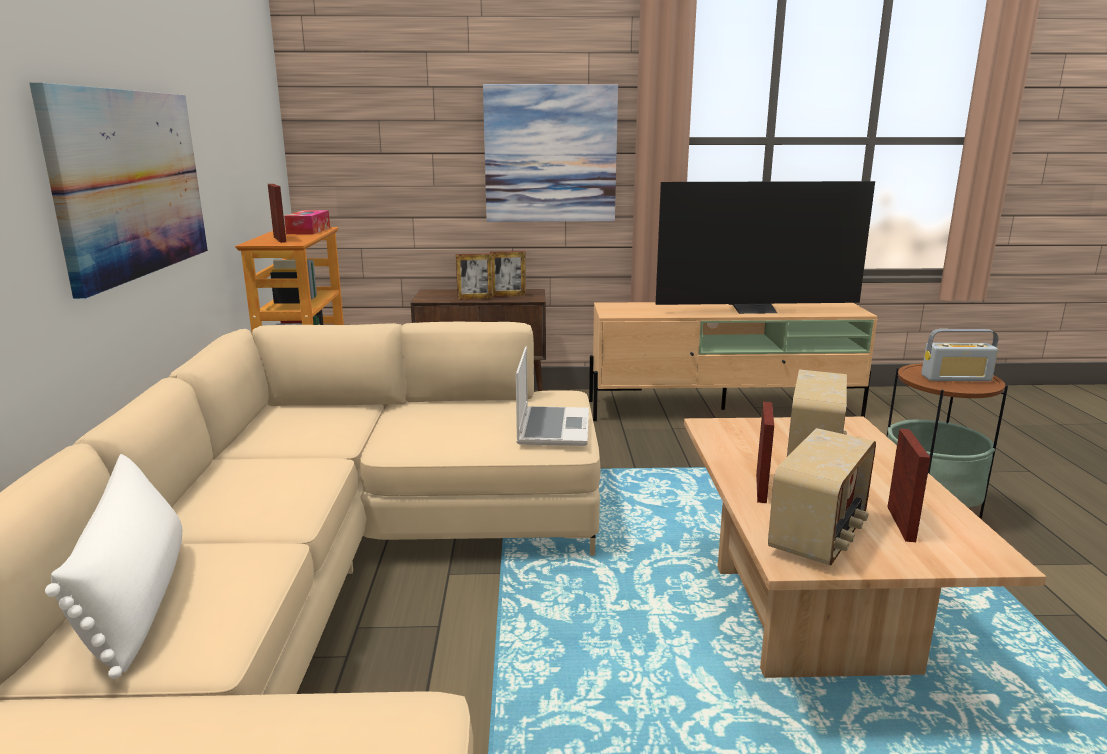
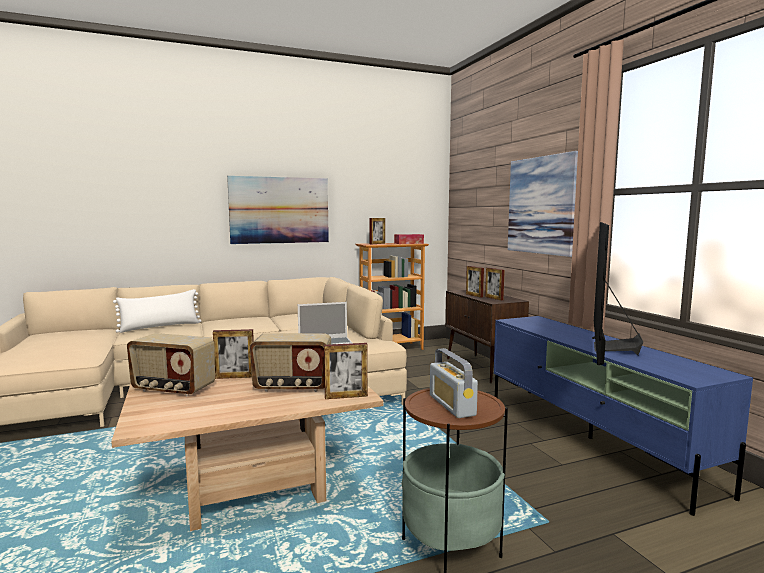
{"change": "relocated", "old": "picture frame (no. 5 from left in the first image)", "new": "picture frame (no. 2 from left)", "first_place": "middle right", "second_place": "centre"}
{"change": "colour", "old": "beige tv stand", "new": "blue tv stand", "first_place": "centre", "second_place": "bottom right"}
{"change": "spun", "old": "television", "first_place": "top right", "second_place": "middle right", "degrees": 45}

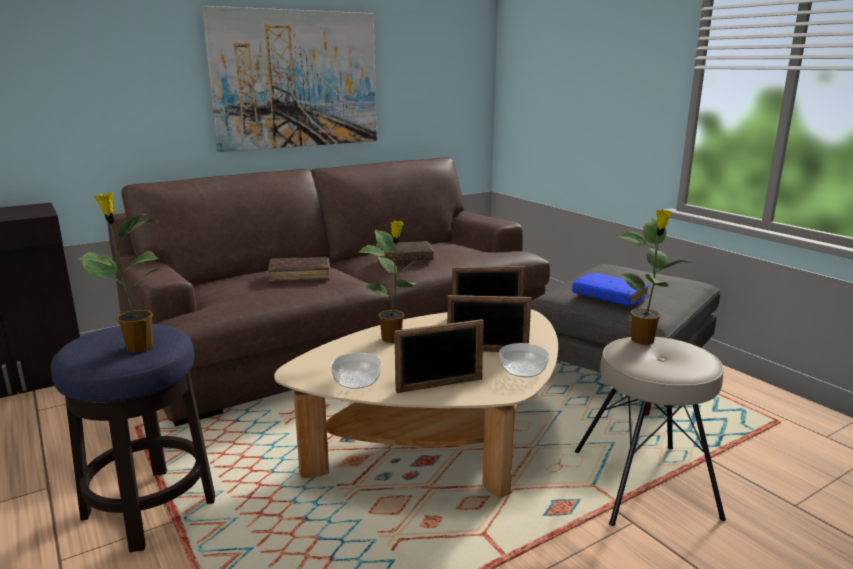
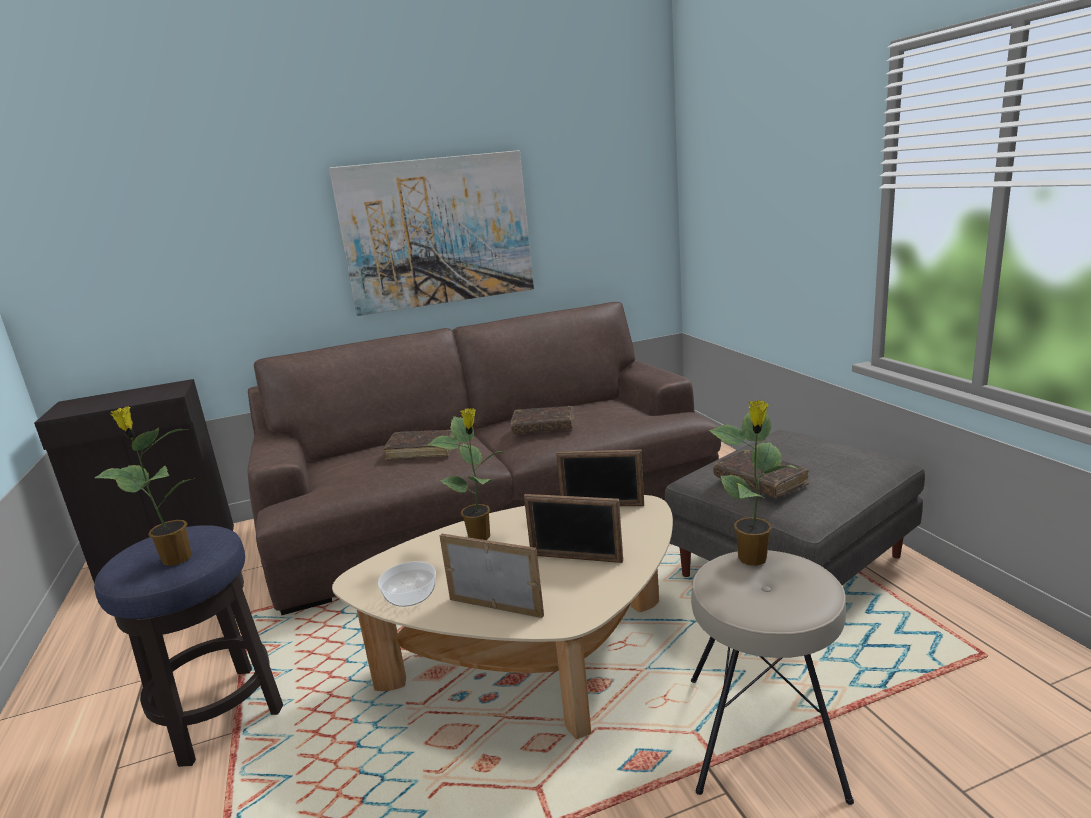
{"change": "missing", "old": "bowl (no. 2 from left)", "first_place": "centre"}
{"change": "colour", "old": "blue book", "new": "brown book (no. 3 from left)", "first_place": "middle right", "second_place": "middle right"}
{"change": "spun", "old": "picture frame (no. 1 from left)", "first_place": "centre", "second_place": "bottom centre", "degrees": -150}

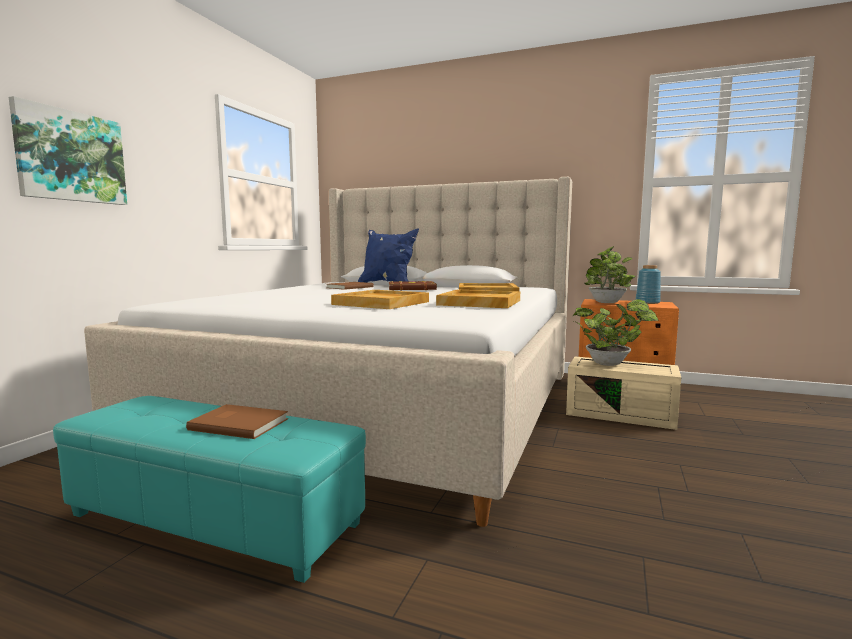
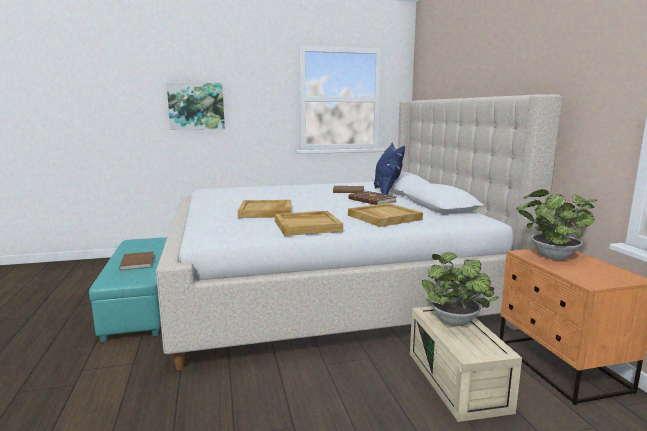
{"change": "missing", "old": "blue vase", "first_place": "middle right"}

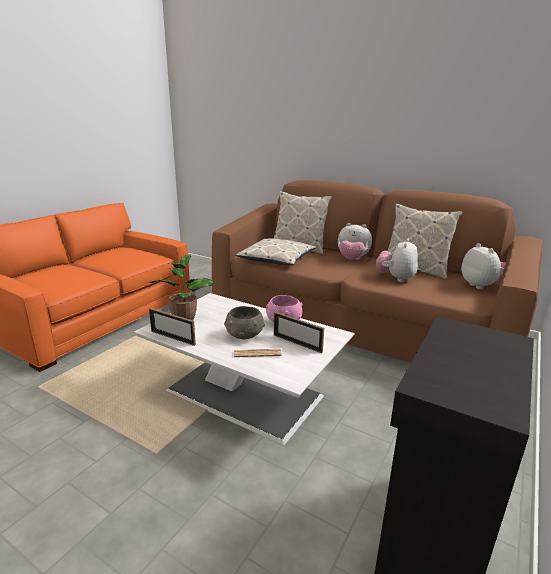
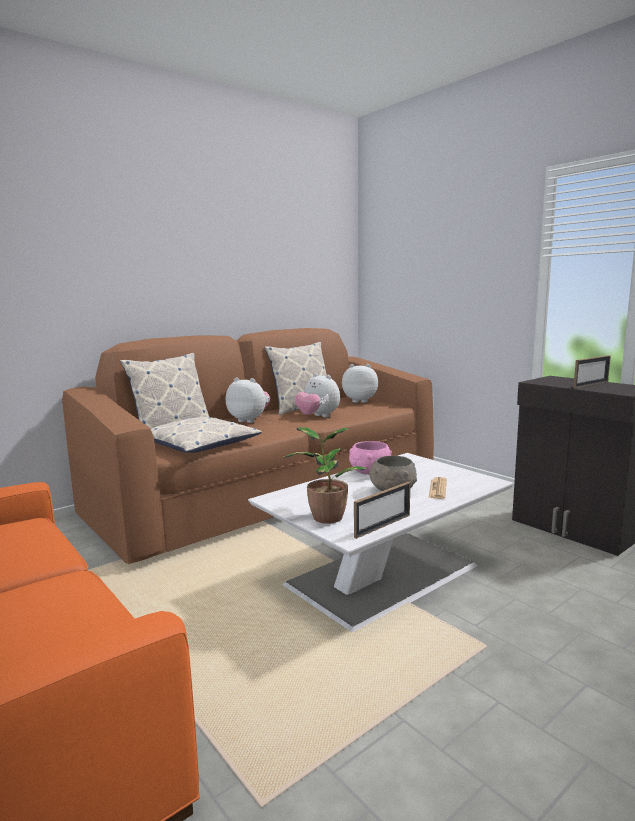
{"change": "relocated", "old": "picture frame (no. 2 from left)", "first_place": "centre", "second_place": "middle right"}
{"change": "spun", "old": "plush toy (no. 1 from left)", "first_place": "centre", "second_place": "centre", "degrees": -105}

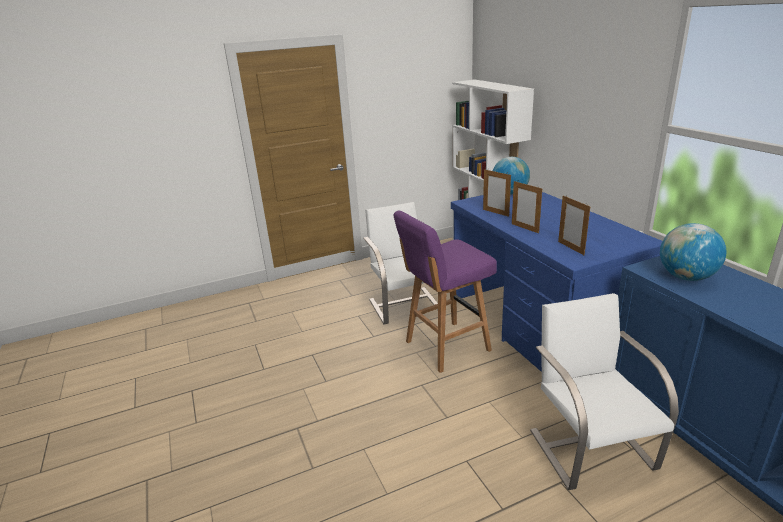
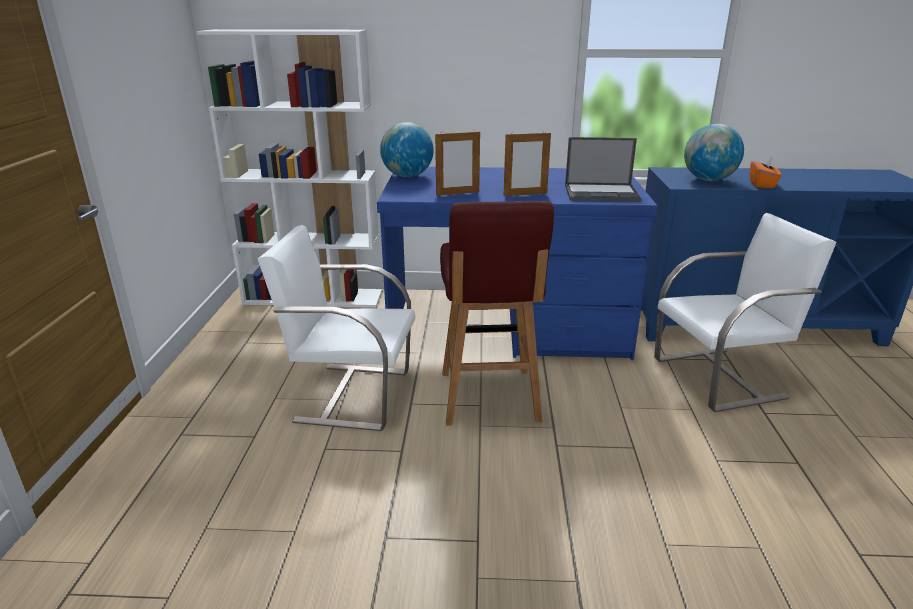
{"change": "appeared", "new": "orange tissue box", "second_place": "top right"}
{"change": "exchanged", "old": "picture frame (no. 3 from left)", "new": "laptop", "first_place": "middle right", "second_place": "top centre"}
{"change": "colour", "old": "purple stool", "new": "red stool", "first_place": "centre", "second_place": "centre"}
{"change": "spun", "old": "white chair (no. 2 from left)", "first_place": "bottom right", "second_place": "middle right", "degrees": 150}

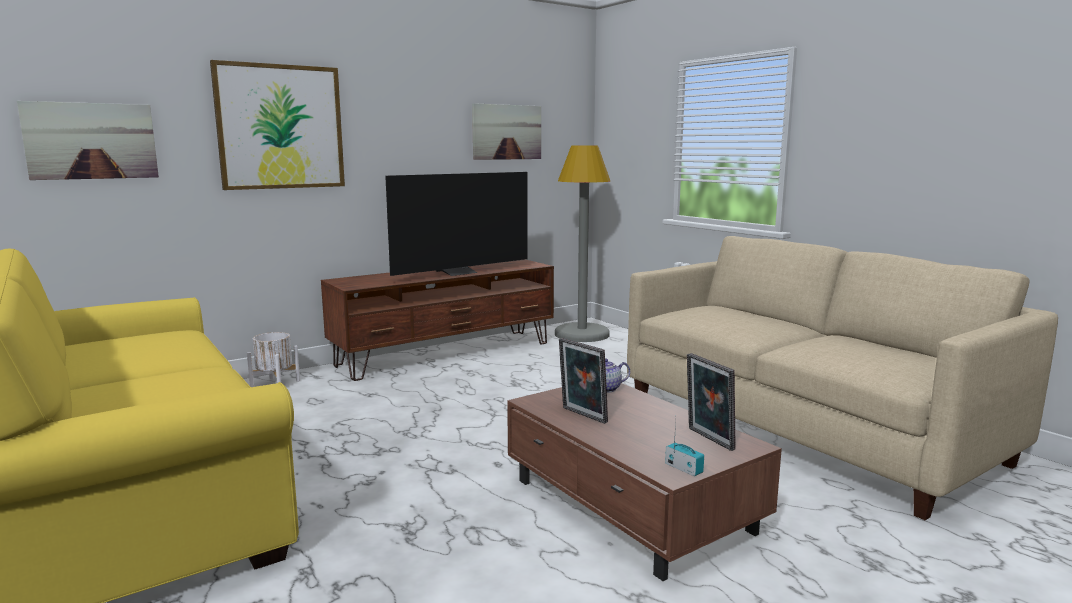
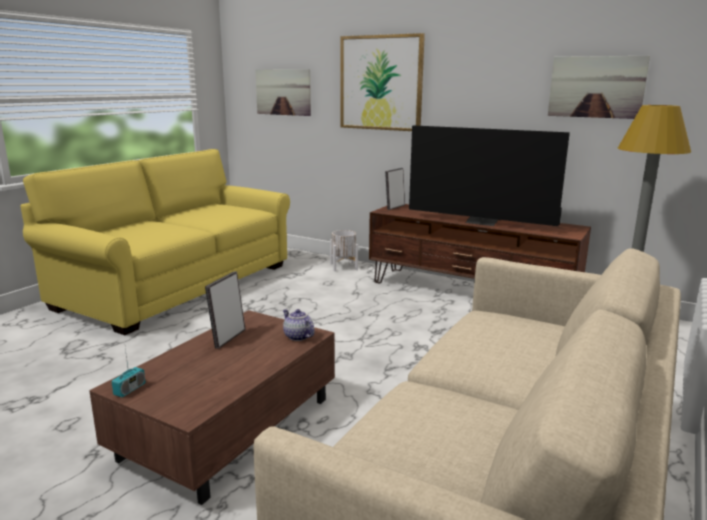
{"change": "relocated", "old": "picture frame (no. 2 from left)", "first_place": "bottom centre", "second_place": "centre"}

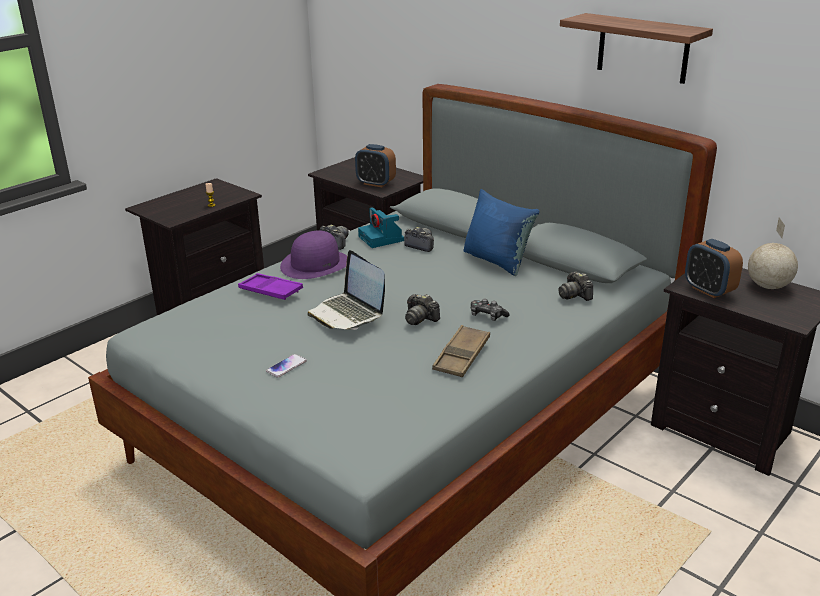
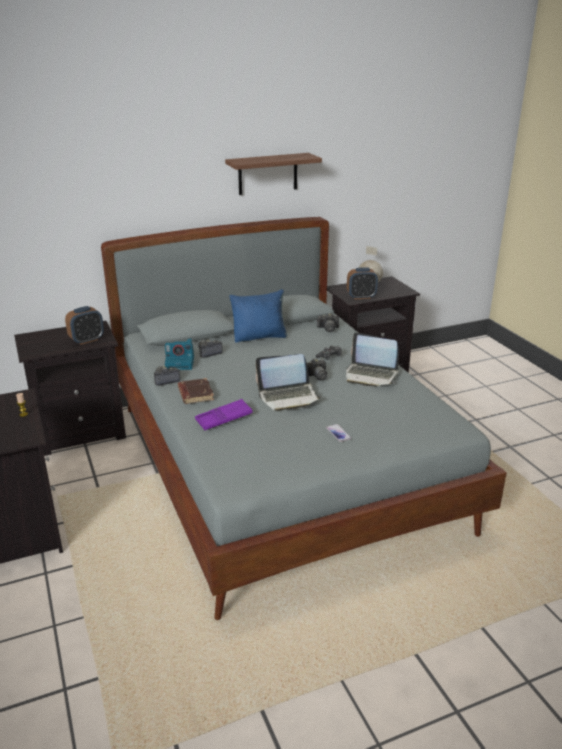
{"change": "exchanged", "old": "purple hat", "new": "brown book", "first_place": "centre", "second_place": "centre"}
{"change": "exchanged", "old": "brown tray", "new": "laptop (no. 2 from left)", "first_place": "centre", "second_place": "centre"}

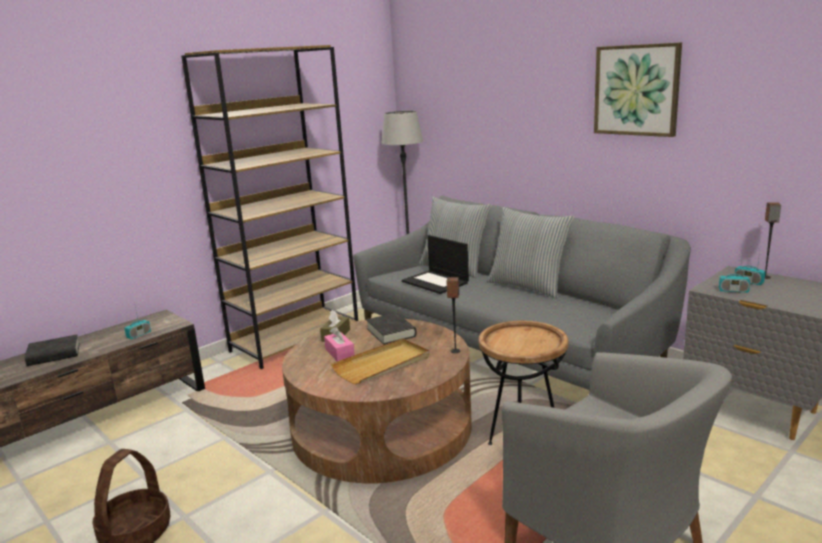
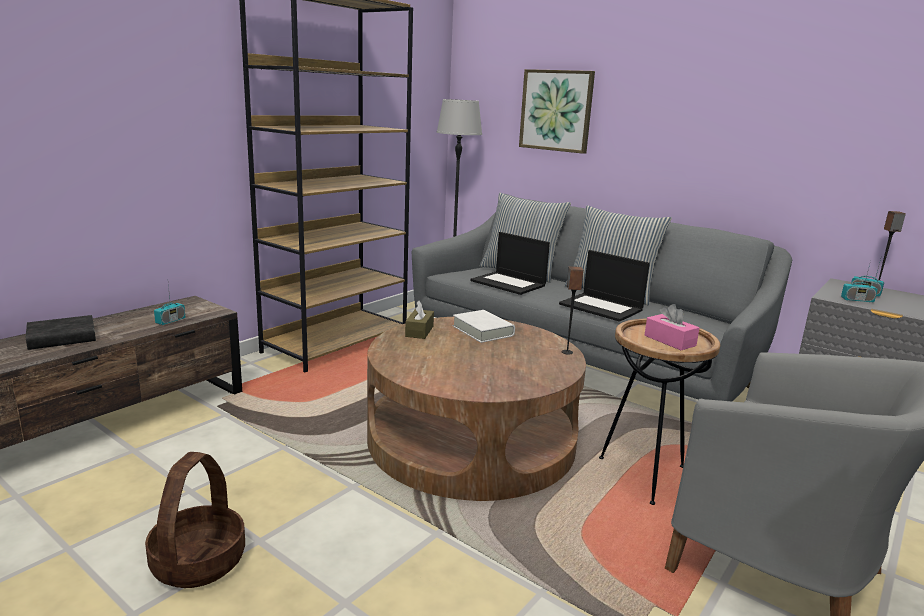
{"change": "missing", "old": "beige tray", "first_place": "centre"}
{"change": "appeared", "new": "laptop (no. 2 from left)", "second_place": "centre"}
{"change": "relocated", "old": "pink tissue box", "first_place": "centre", "second_place": "middle right"}
{"change": "relocated", "old": "picture", "first_place": "top right", "second_place": "top centre"}
{"change": "colour", "old": "black book (no. 2 from left)", "new": "white book", "first_place": "centre", "second_place": "centre"}

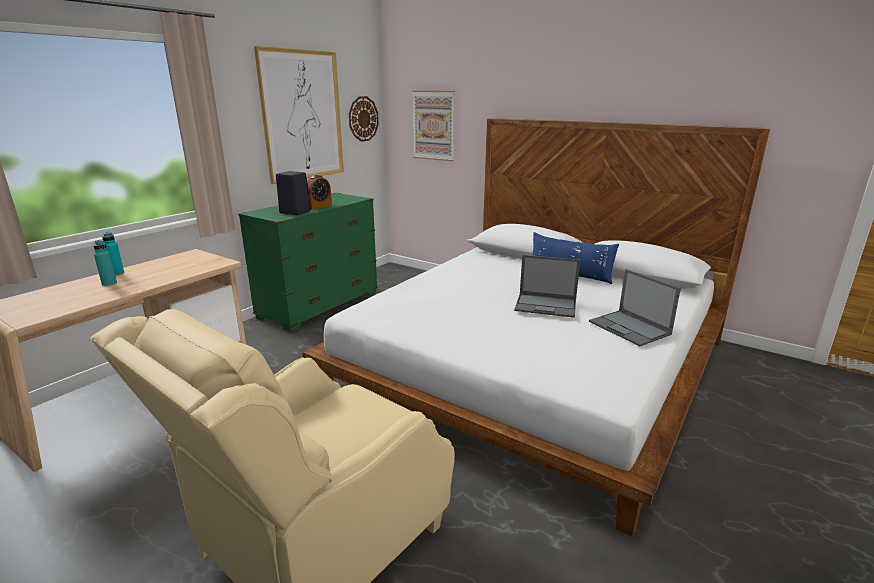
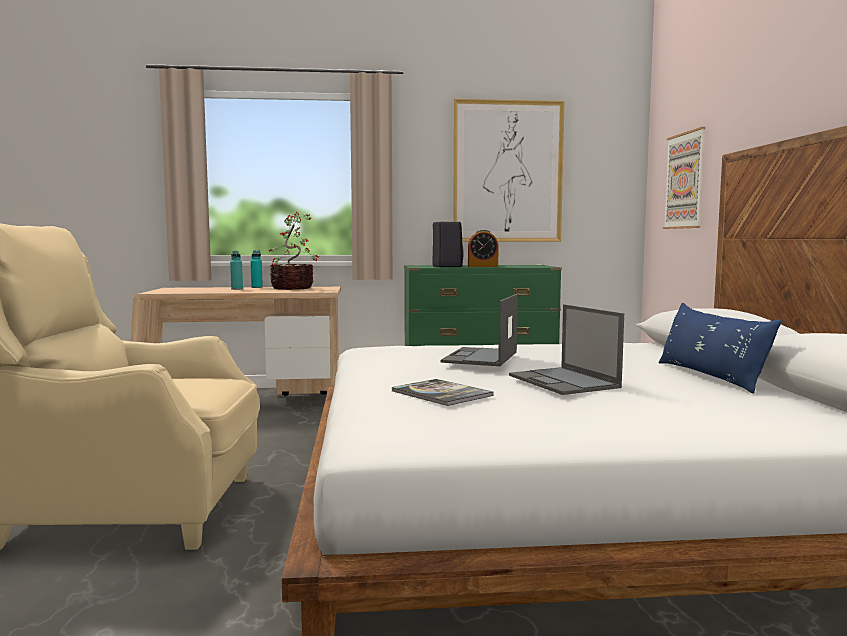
{"change": "missing", "old": "wall clock", "first_place": "top centre"}
{"change": "appeared", "new": "potted plant", "second_place": "centre"}
{"change": "appeared", "new": "book", "second_place": "centre"}
{"change": "relocated", "old": "laptop (no. 2 from left in the first image)", "new": "laptop (no. 1 from left)", "first_place": "middle right", "second_place": "centre"}

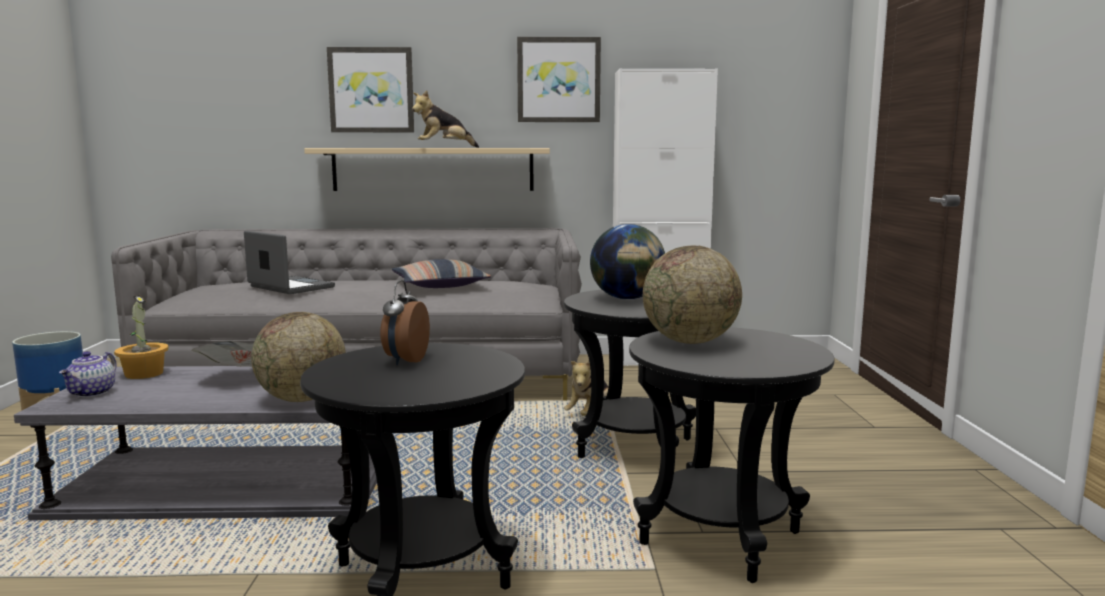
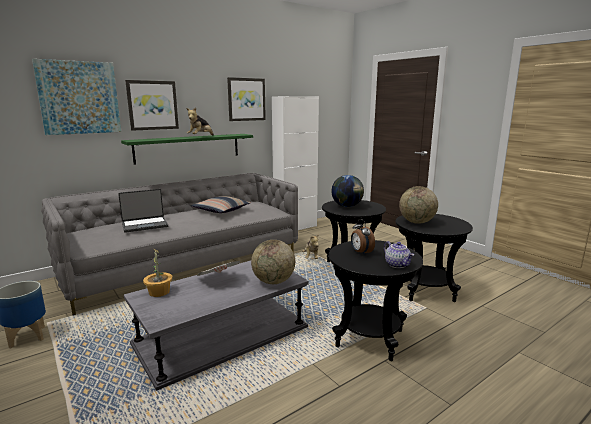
{"change": "appeared", "new": "picture (no. 1 from left)", "second_place": "top left"}
{"change": "relocated", "old": "teapot", "first_place": "middle left", "second_place": "middle right"}
{"change": "colour", "old": "beige shelf", "new": "green shelf", "first_place": "top centre", "second_place": "middle left"}
{"change": "spun", "old": "laptop", "first_place": "middle left", "second_place": "middle left", "degrees": 150}

